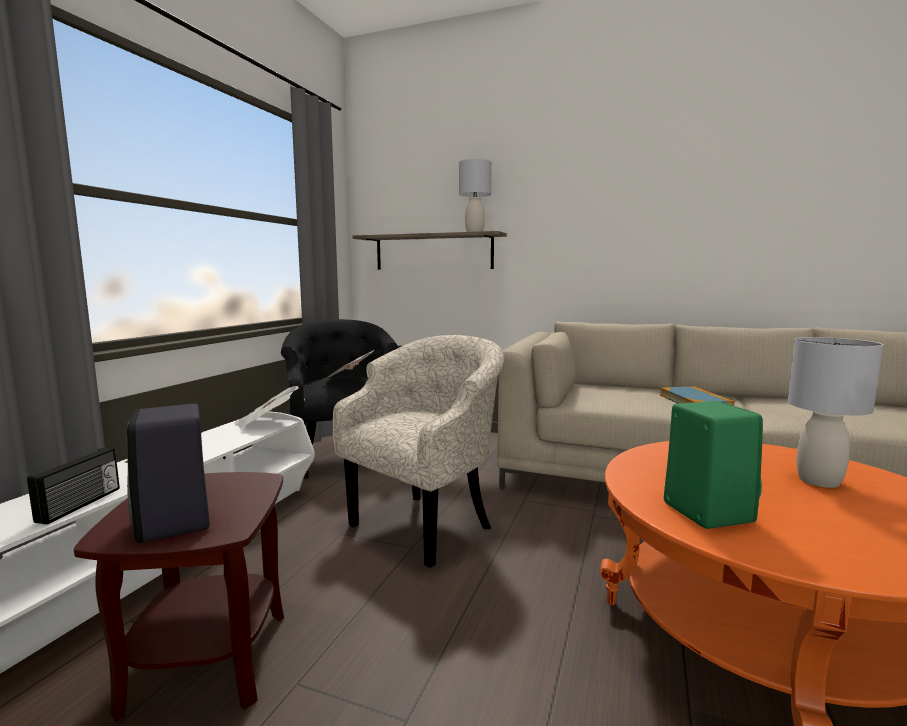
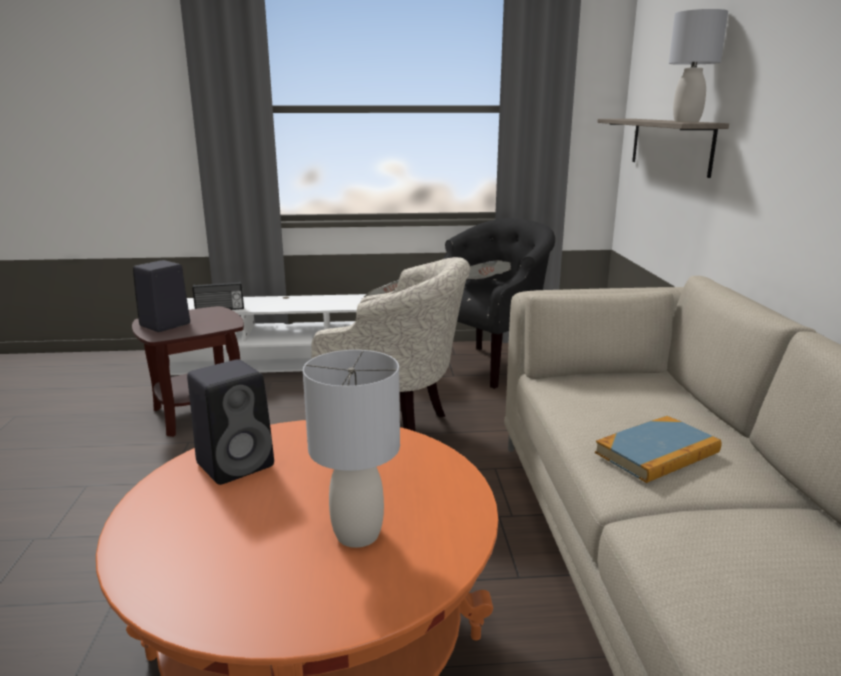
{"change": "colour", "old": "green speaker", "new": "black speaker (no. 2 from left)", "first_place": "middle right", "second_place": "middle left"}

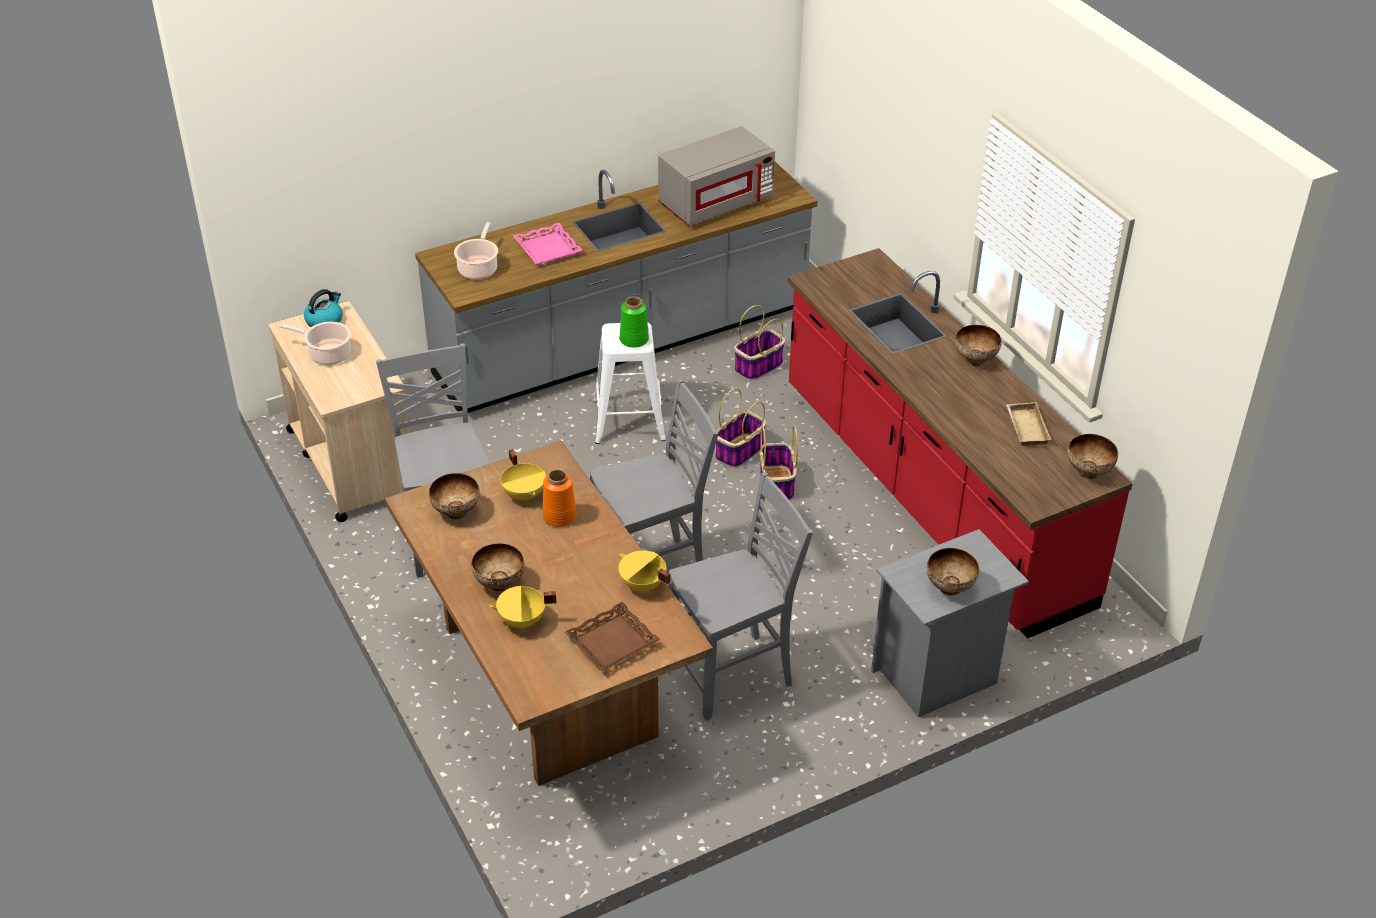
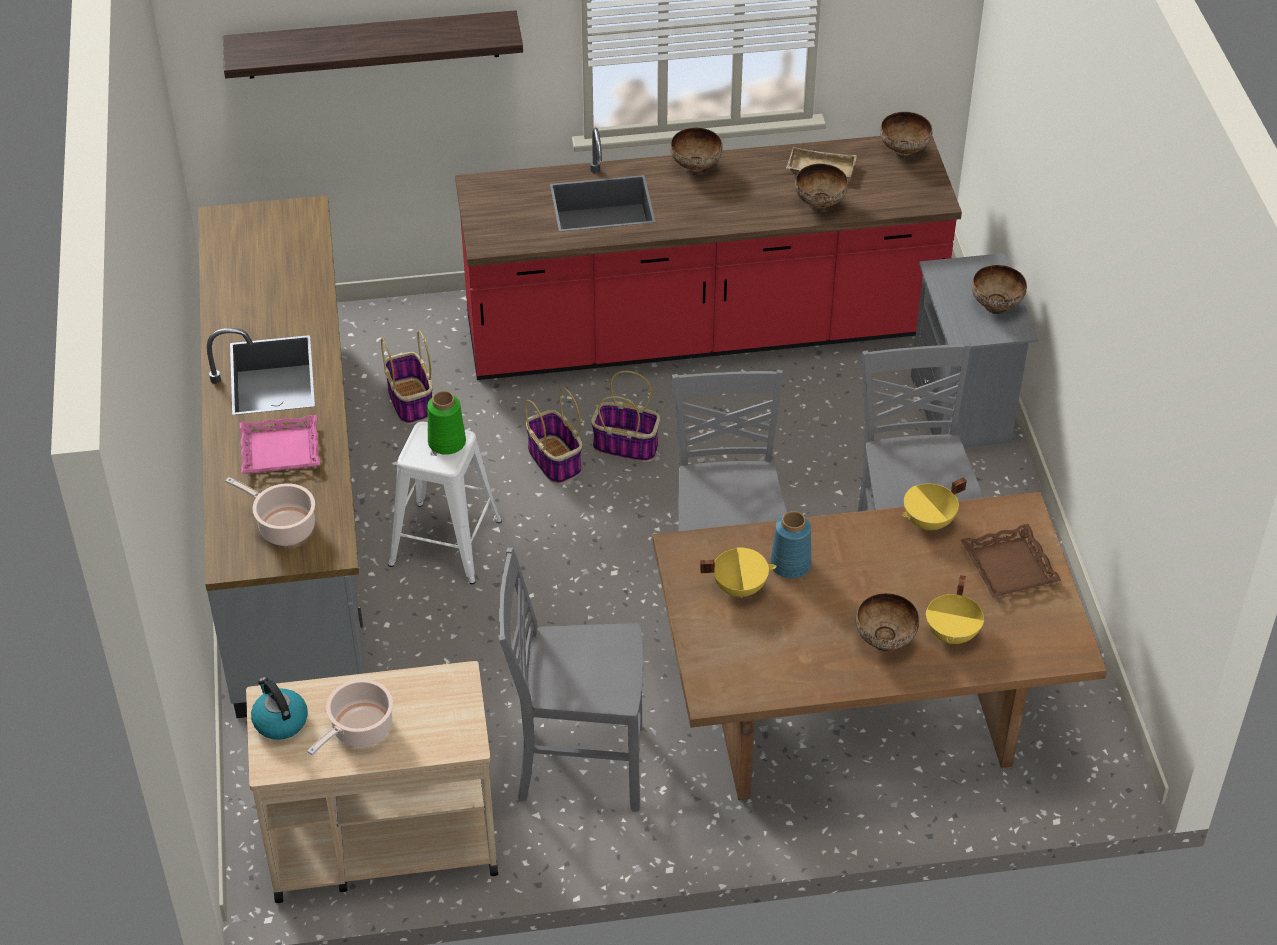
{"change": "missing", "old": "grey microwave", "first_place": "top centre"}
{"change": "appeared", "new": "shelf", "second_place": "top left"}
{"change": "relocated", "old": "bowl (no. 1 from left in the first image)", "new": "bowl (no. 2 from left)", "first_place": "middle left", "second_place": "top centre"}
{"change": "colour", "old": "orange vase", "new": "blue vase", "first_place": "centre", "second_place": "centre"}

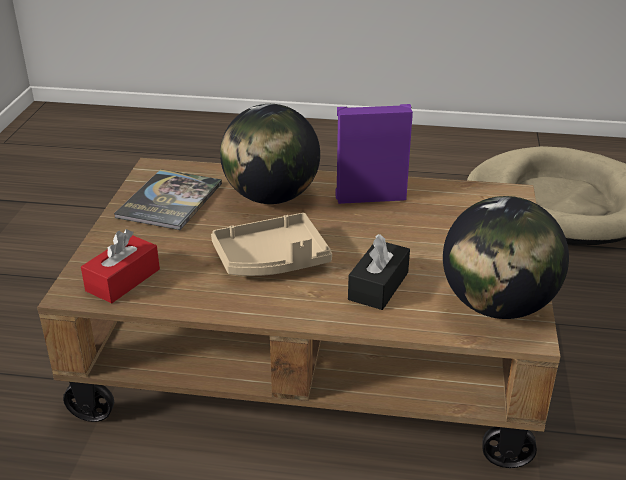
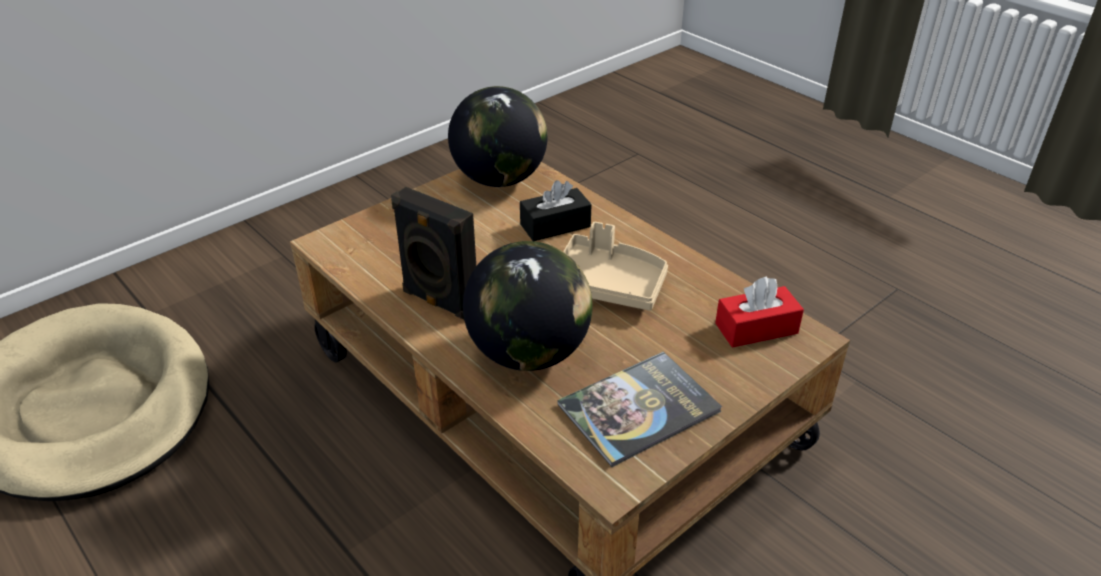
{"change": "colour", "old": "purple speaker", "new": "black speaker", "first_place": "top centre", "second_place": "centre"}

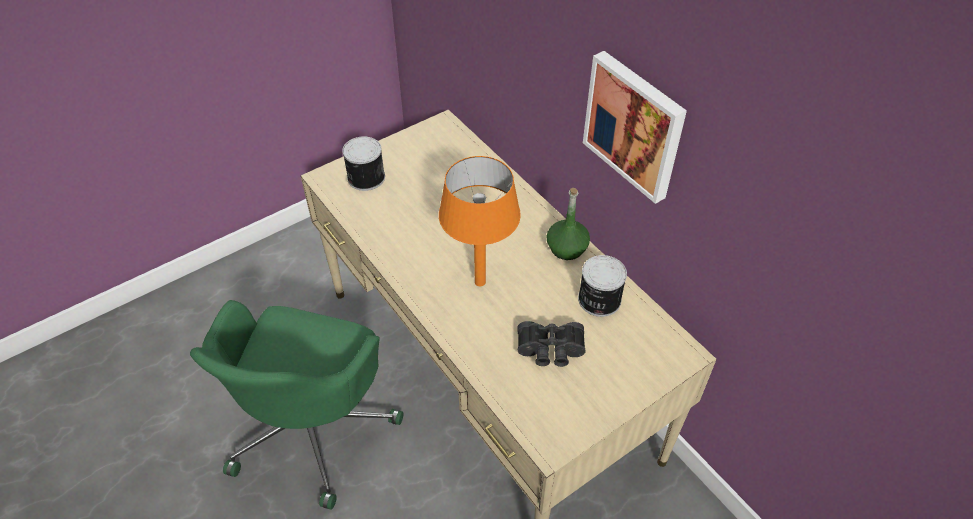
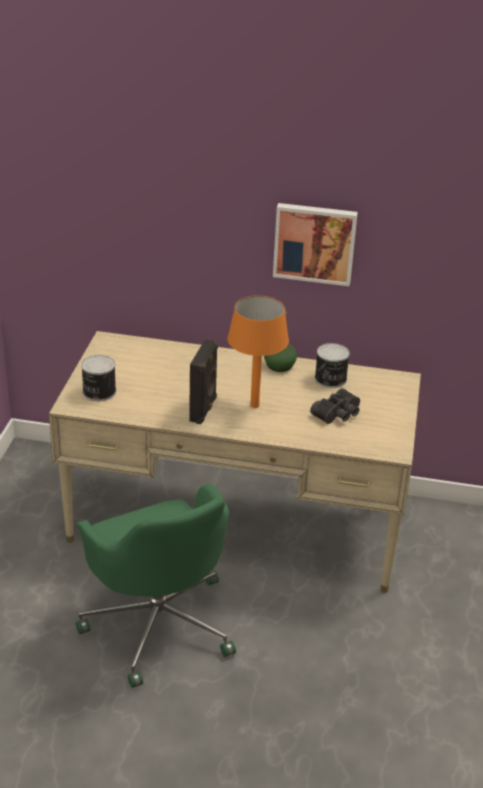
{"change": "appeared", "new": "black speaker", "second_place": "centre"}

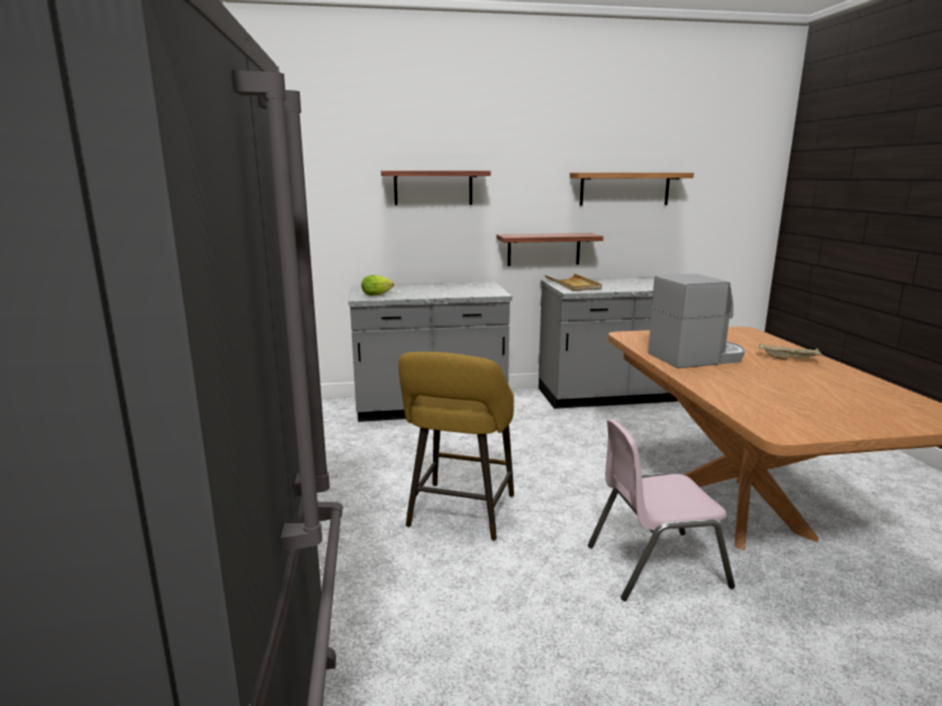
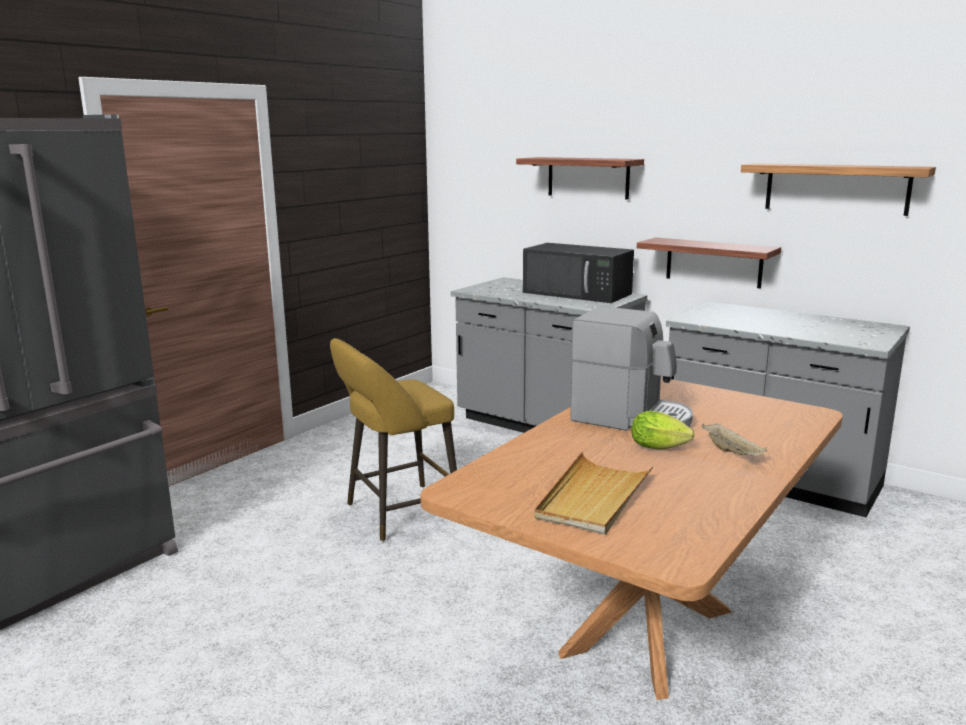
{"change": "missing", "old": "pink chair", "first_place": "bottom right"}
{"change": "appeared", "new": "black microwave", "second_place": "centre"}
{"change": "relocated", "old": "lettuce", "first_place": "centre", "second_place": "middle right"}
{"change": "relocated", "old": "beige tray (no. 1 from left)", "first_place": "centre", "second_place": "bottom centre"}

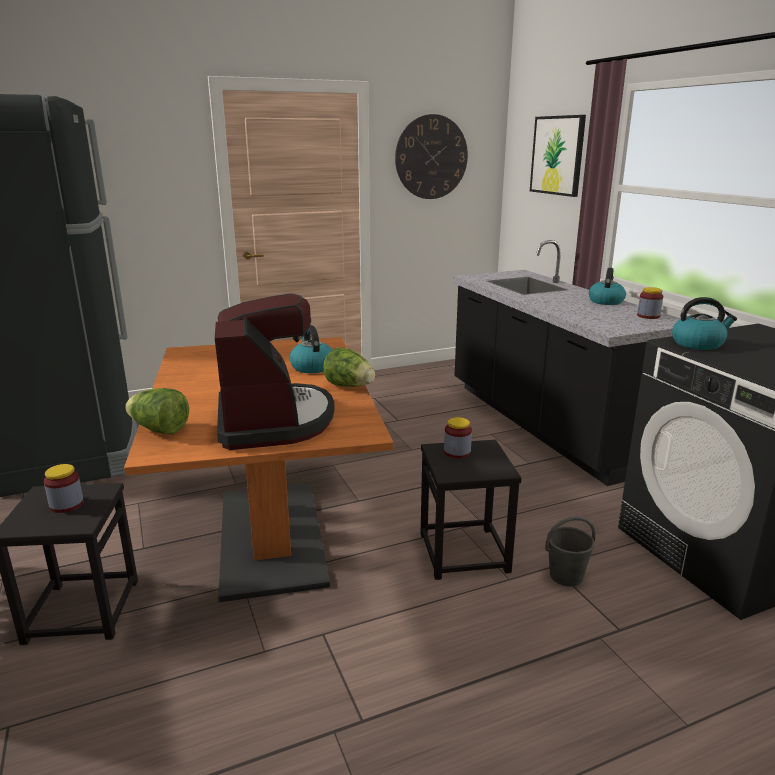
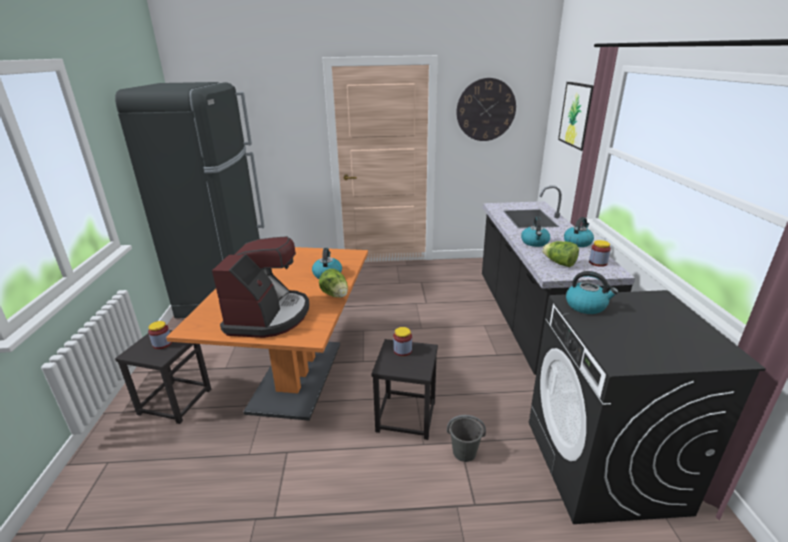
{"change": "appeared", "new": "kettle (no. 2 from left)", "second_place": "middle right"}
{"change": "relocated", "old": "lettuce (no. 1 from left in the first image)", "new": "lettuce (no. 2 from left)", "first_place": "middle left", "second_place": "middle right"}

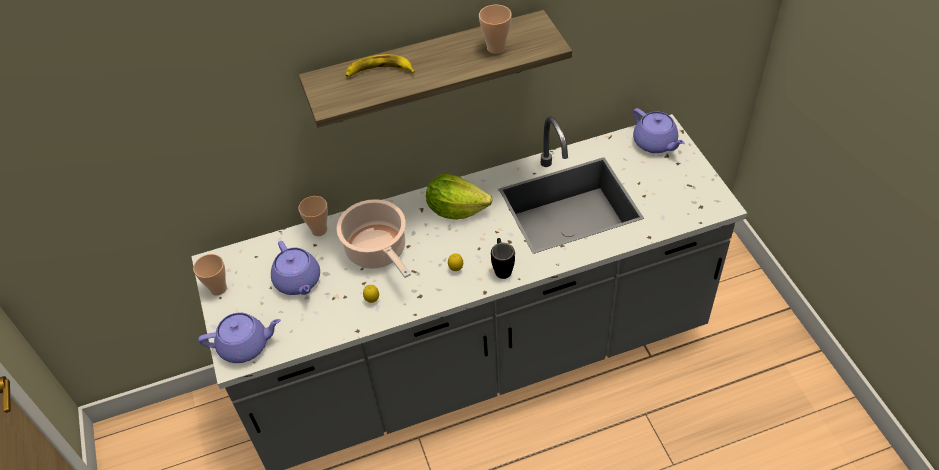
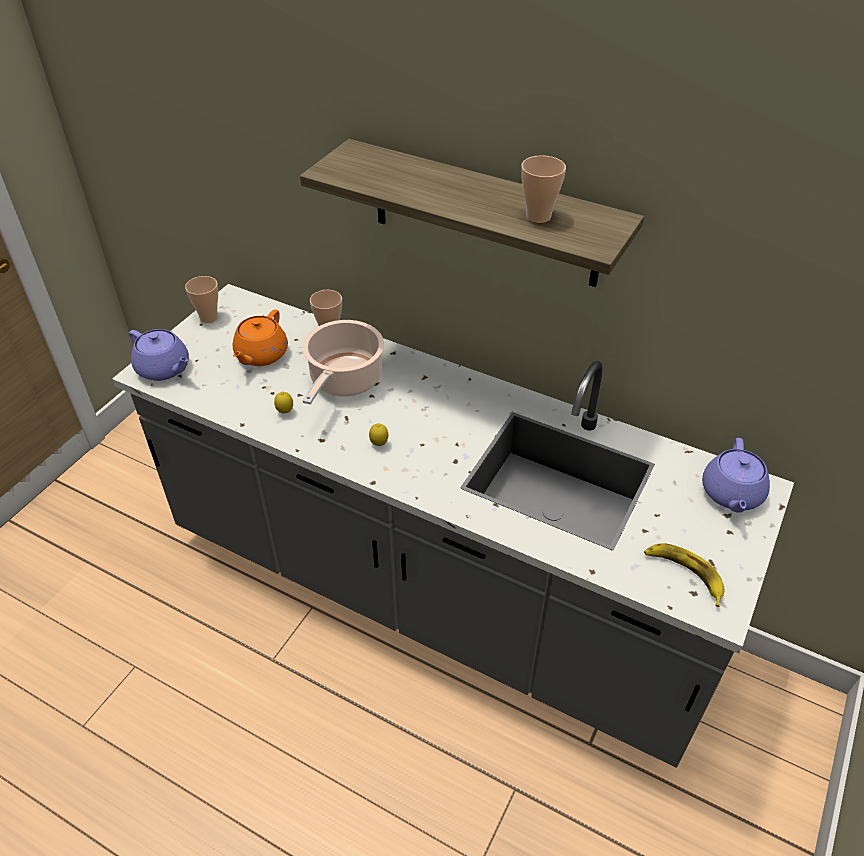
{"change": "missing", "old": "lettuce", "first_place": "centre"}
{"change": "missing", "old": "black mug", "first_place": "centre"}
{"change": "relocated", "old": "banana", "first_place": "top centre", "second_place": "bottom right"}
{"change": "colour", "old": "purple teapot (no. 2 from left)", "new": "orange teapot", "first_place": "middle left", "second_place": "middle left"}

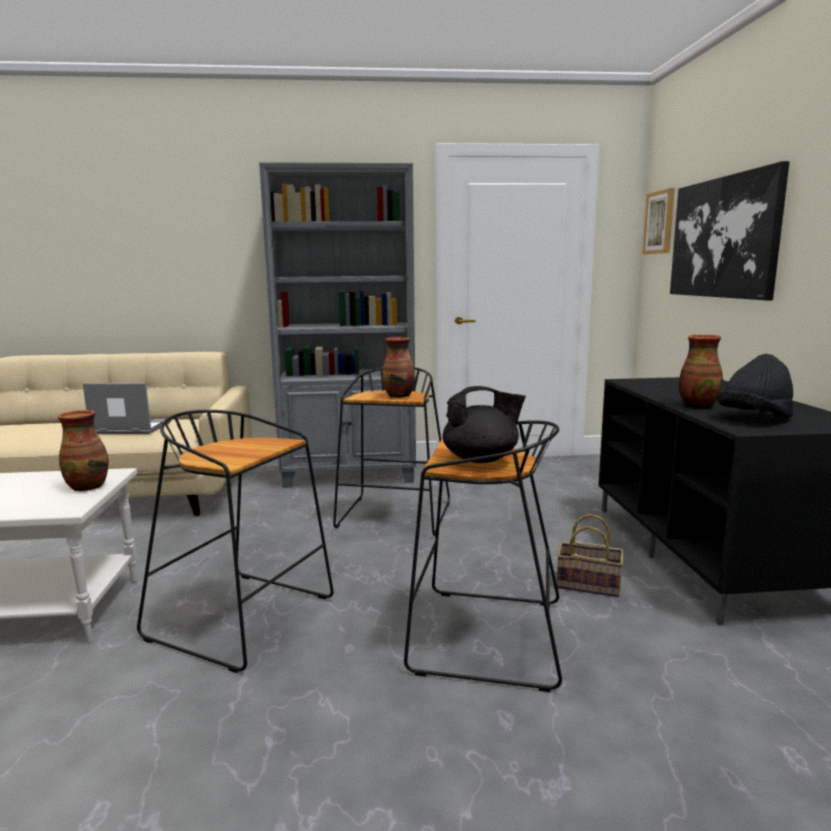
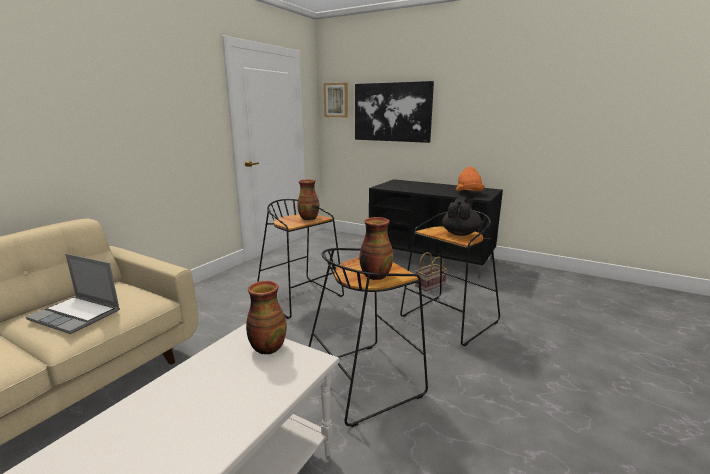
{"change": "missing", "old": "grey bookcase", "first_place": "centre"}
{"change": "relocated", "old": "vase (no. 3 from left)", "first_place": "middle right", "second_place": "centre"}
{"change": "colour", "old": "black hat", "new": "orange hat", "first_place": "middle right", "second_place": "centre"}
{"change": "spun", "old": "laptop", "first_place": "middle left", "second_place": "middle left", "degrees": -105}

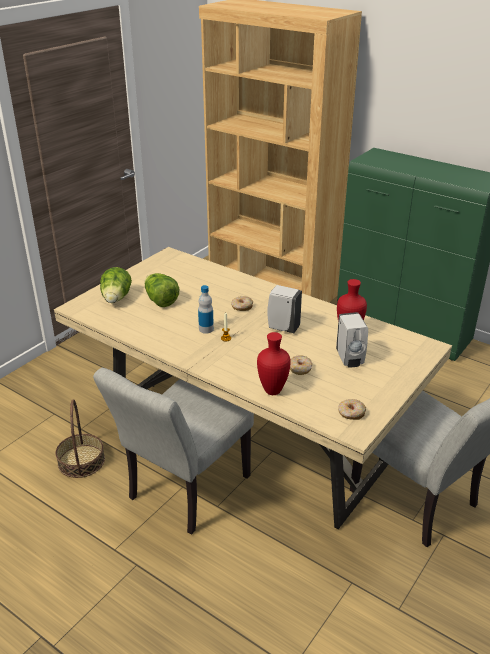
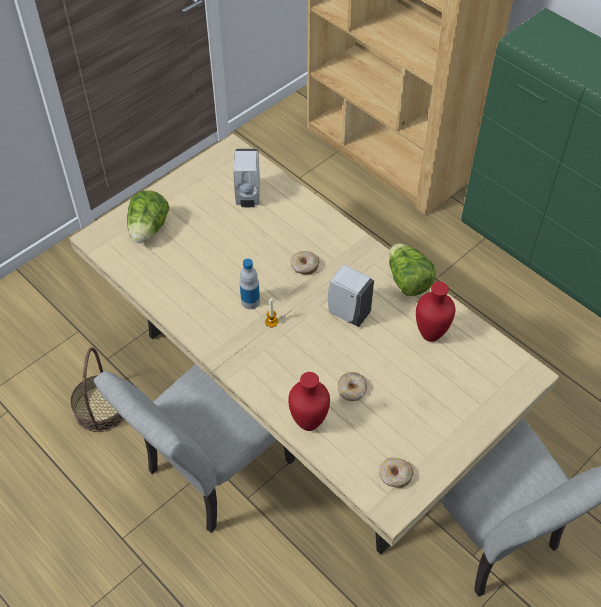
{"change": "relocated", "old": "lettuce (no. 2 from left)", "first_place": "middle left", "second_place": "middle right"}
{"change": "relocated", "old": "white soap dispenser (no. 2 from left in the first image)", "new": "white soap dispenser (no. 1 from left)", "first_place": "middle right", "second_place": "top centre"}

